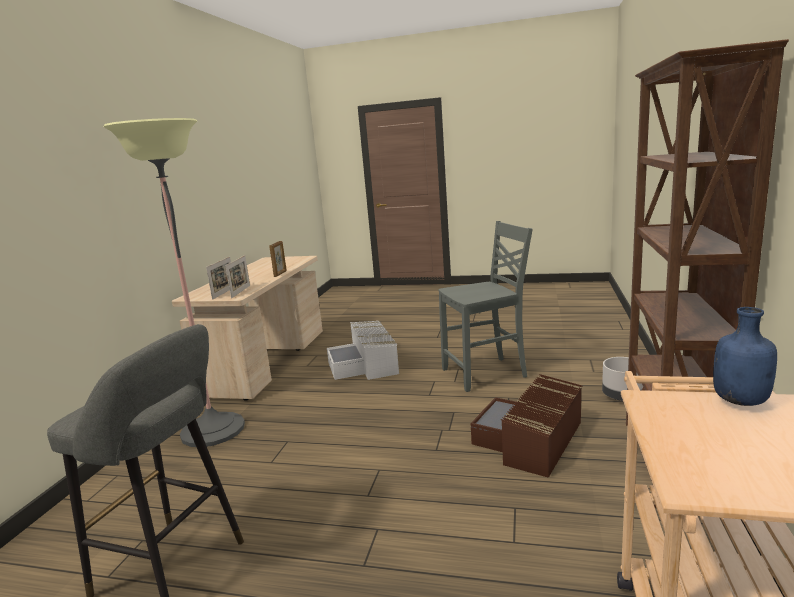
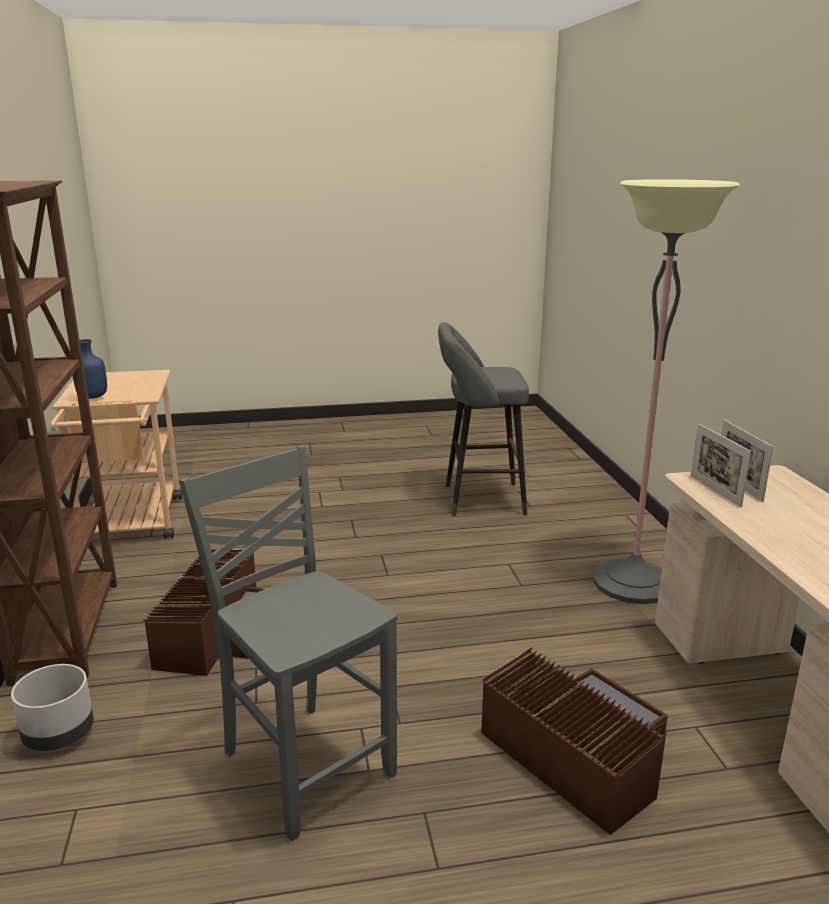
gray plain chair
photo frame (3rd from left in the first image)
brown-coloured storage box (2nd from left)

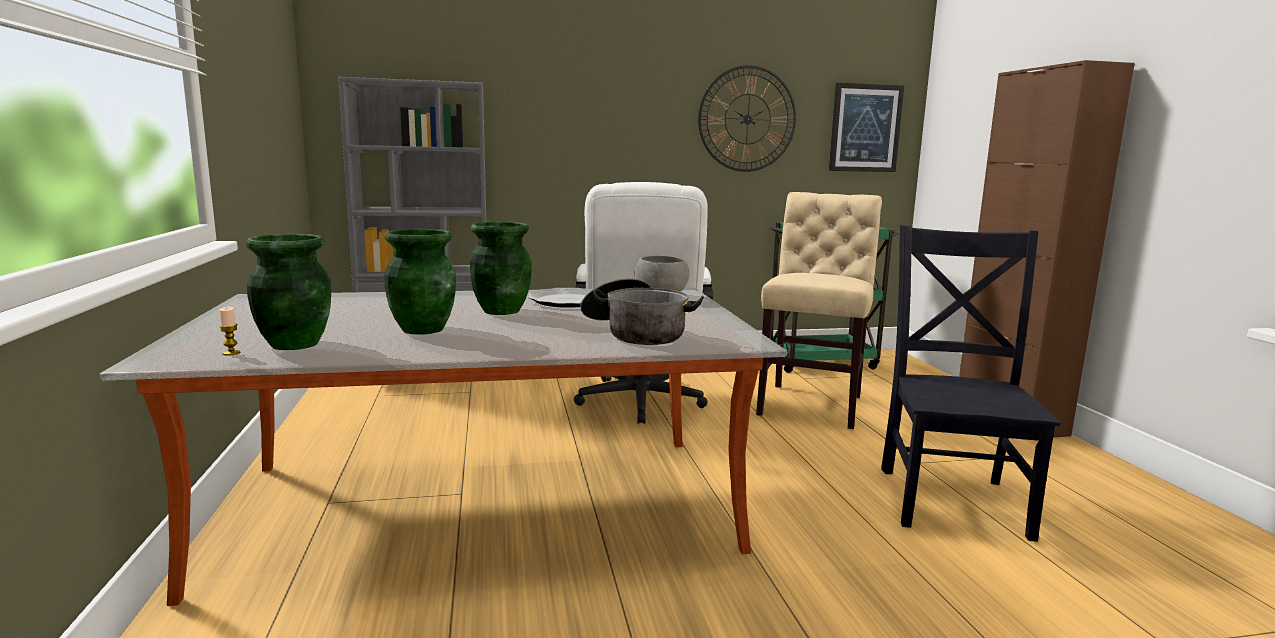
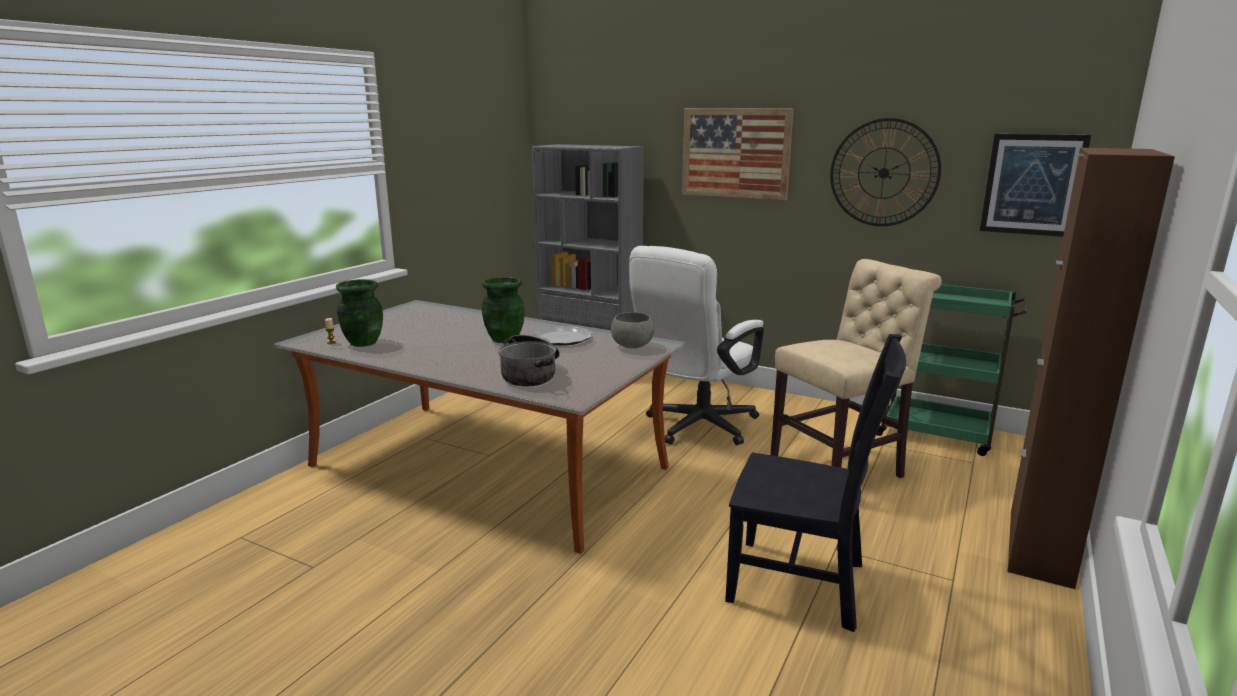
blackish plain chair
greenish vase (2nd from left in the first image)
picture (1st from left)

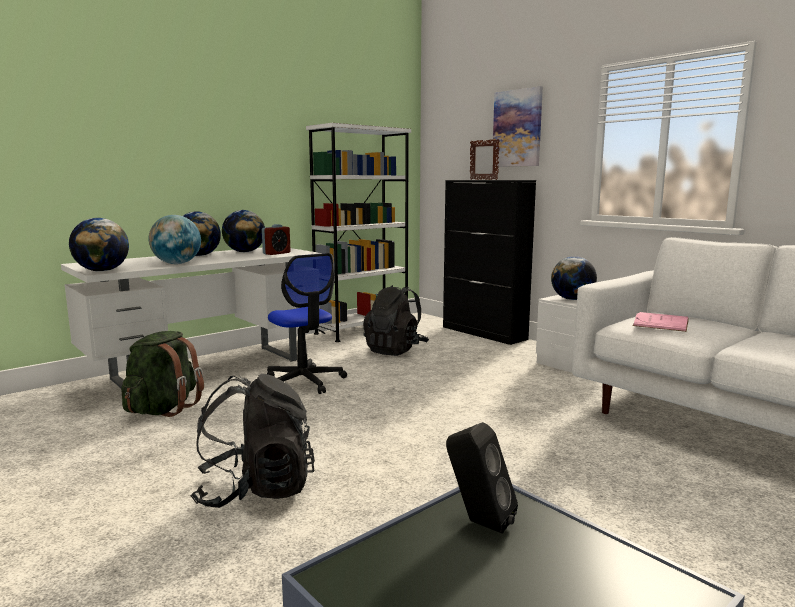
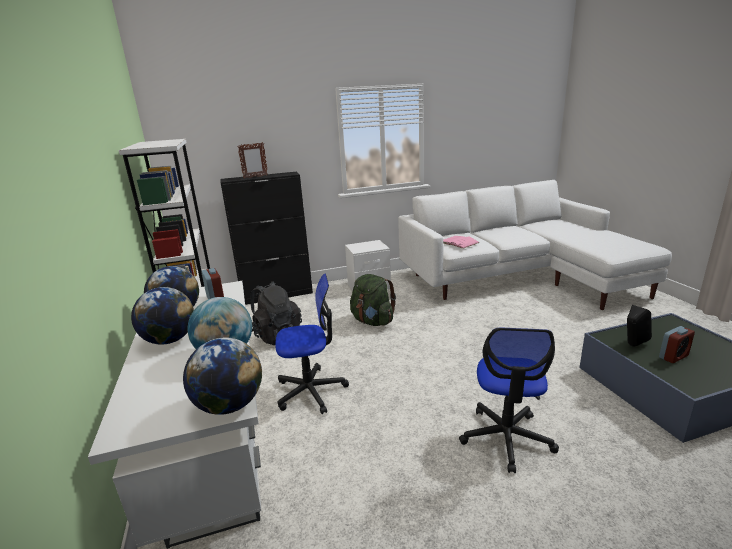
picture
world globe (5th from left in the first image)
greenish backpack
office chair (2nd from left)
bedside clock (2nd from left)

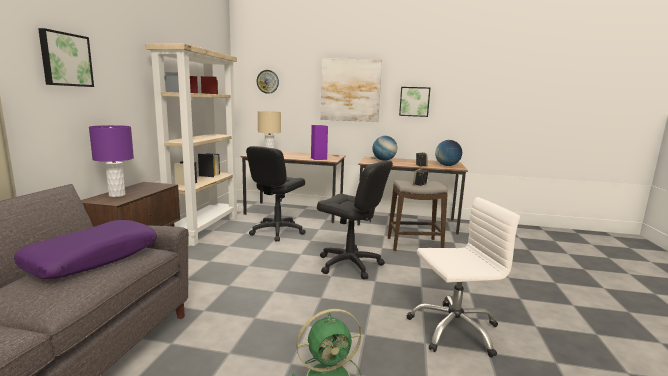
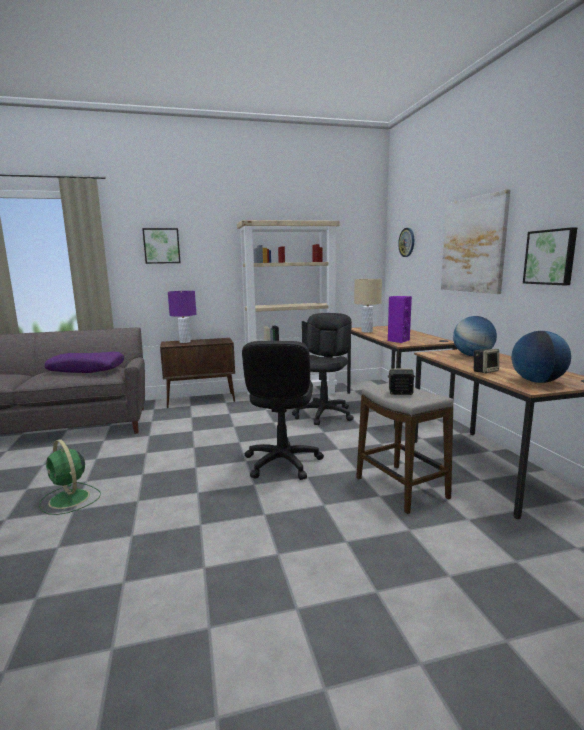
blackish office chair (2nd from left)
white-coloured office chair

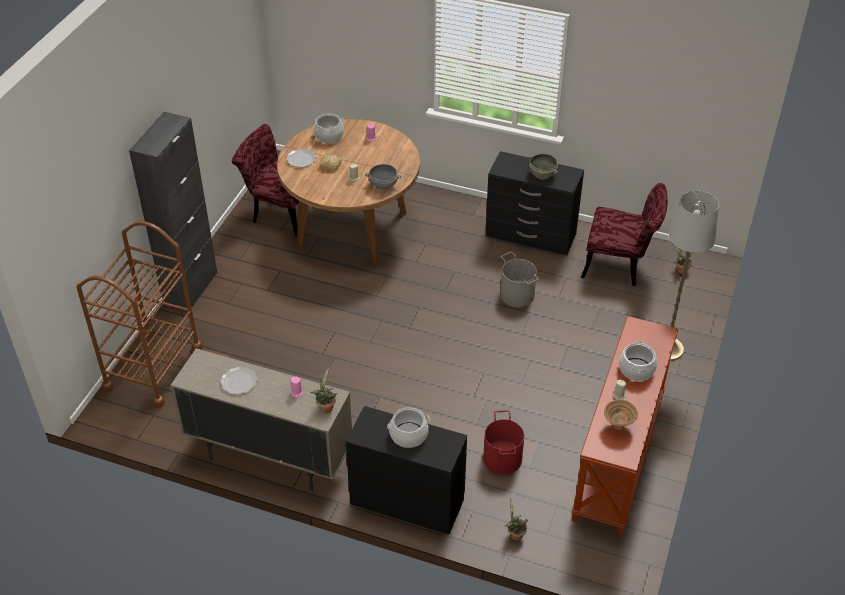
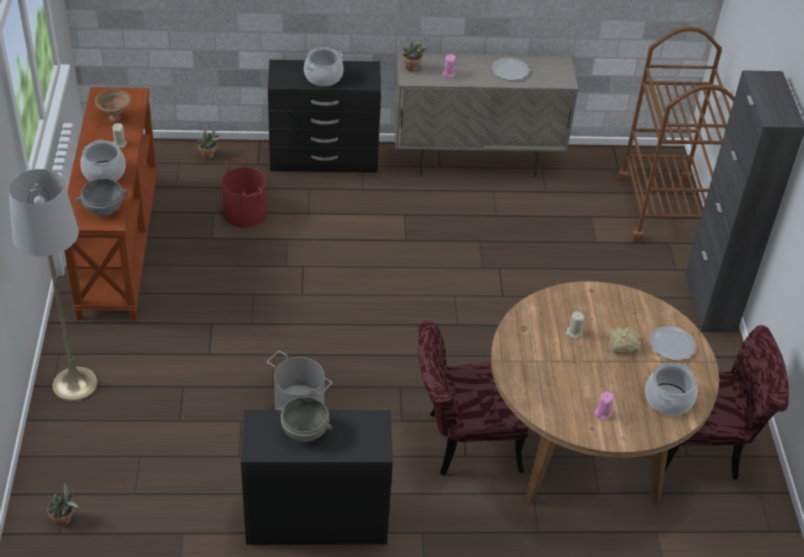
gray serving bowl (1st from left)
reddish plain chair (1st from left)

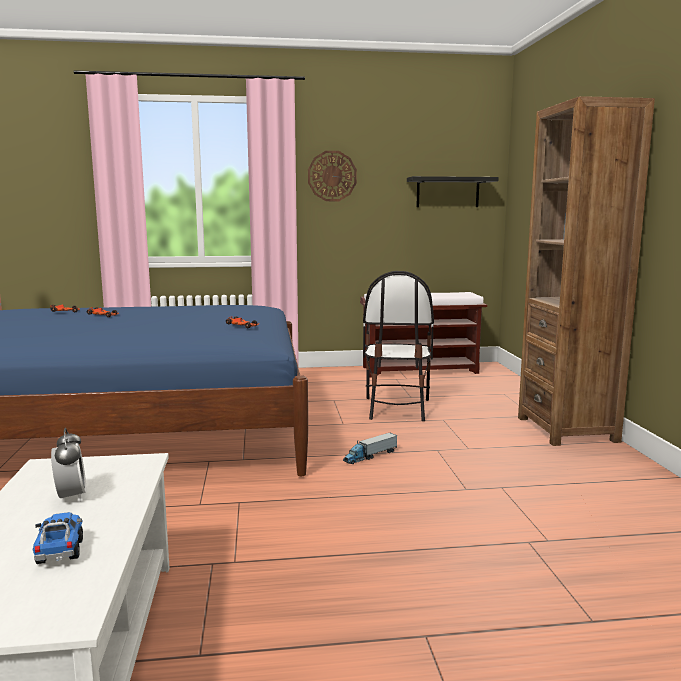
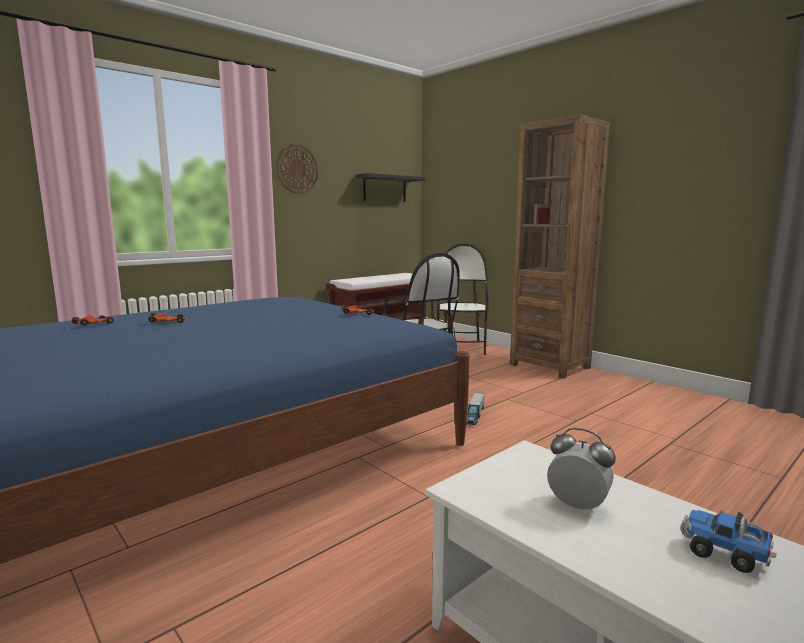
plain chair (2nd from left)

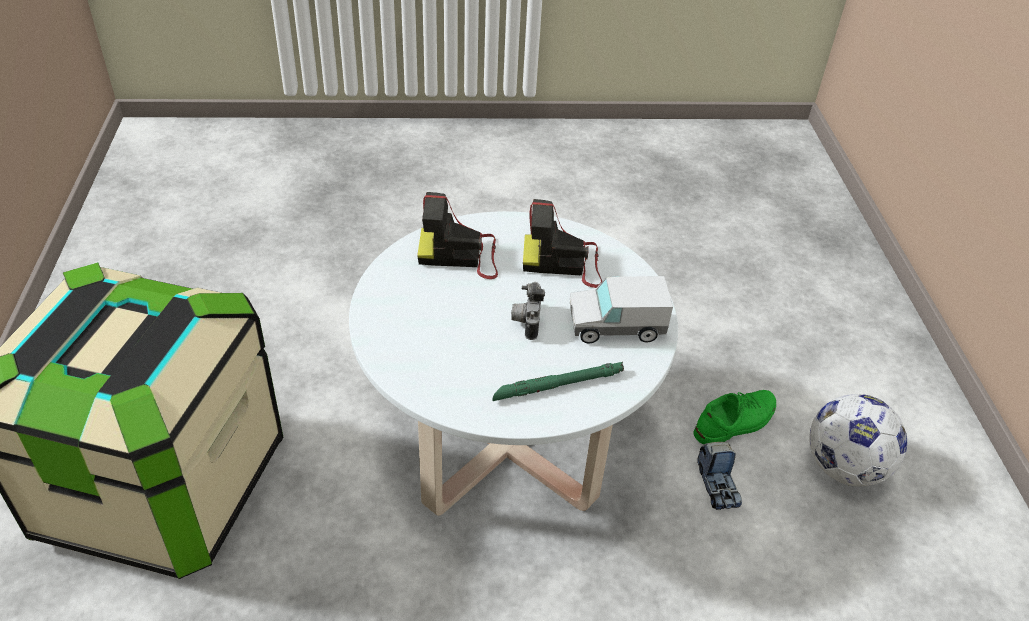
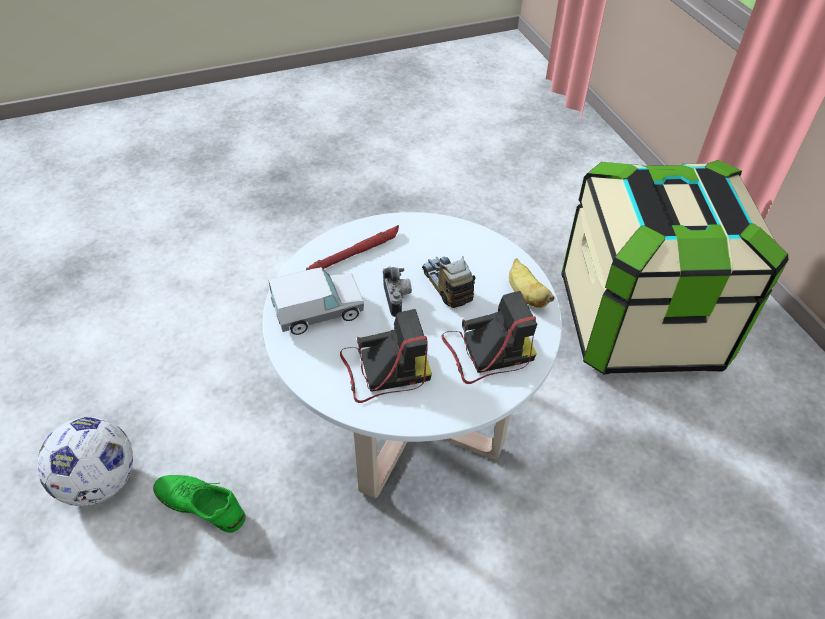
reddish hand torch
greenish shoe
toy truck (2nd from left)
banana

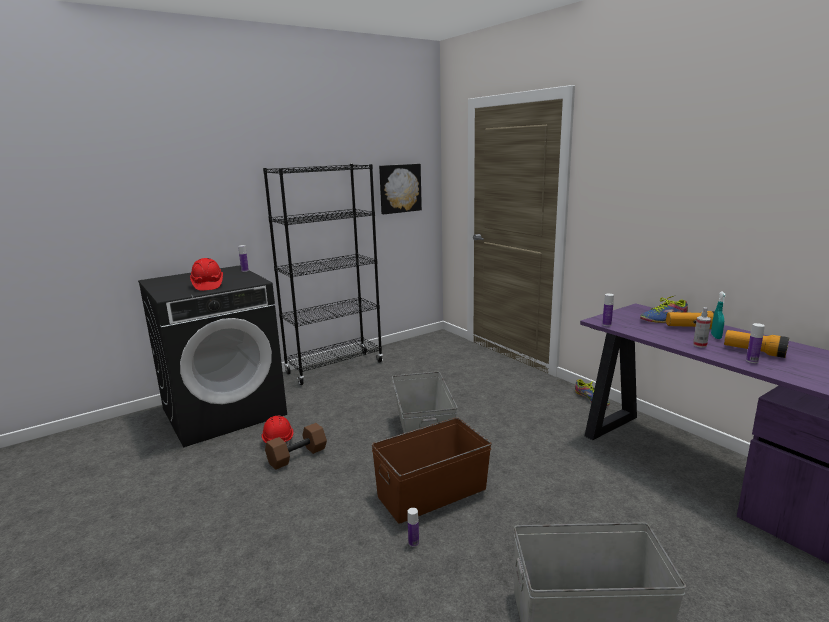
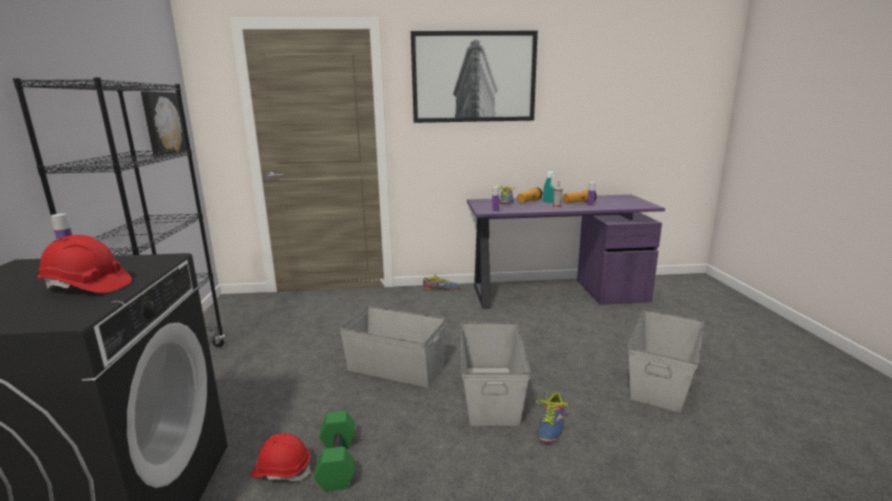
gray storage box (2nd from left)
greenish dumbbell
shoe (3rd from left)
picture (2nd from left)

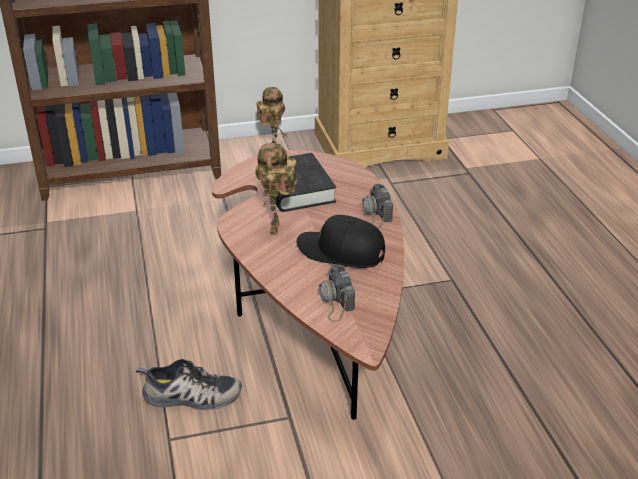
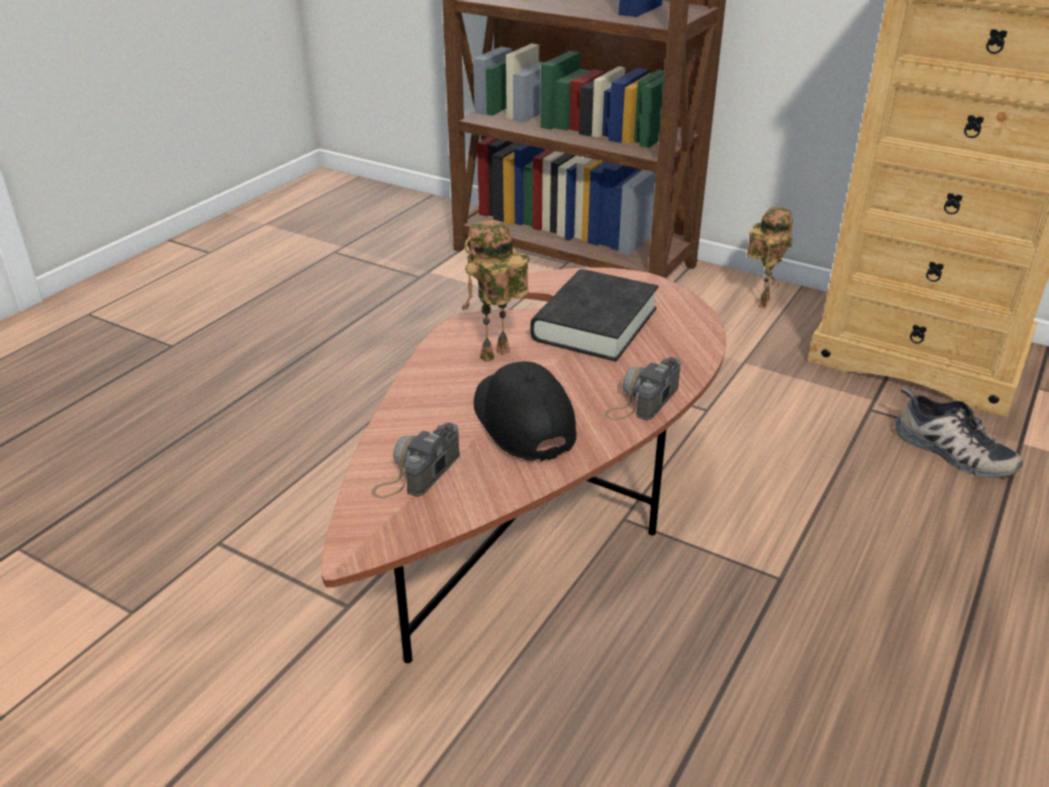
shoe

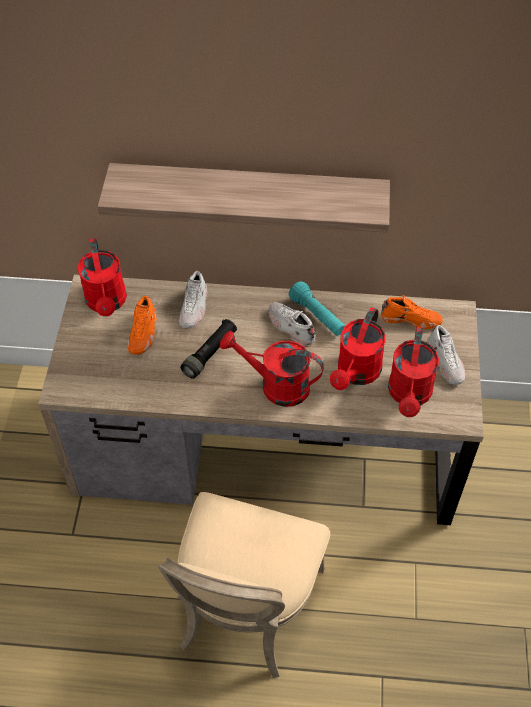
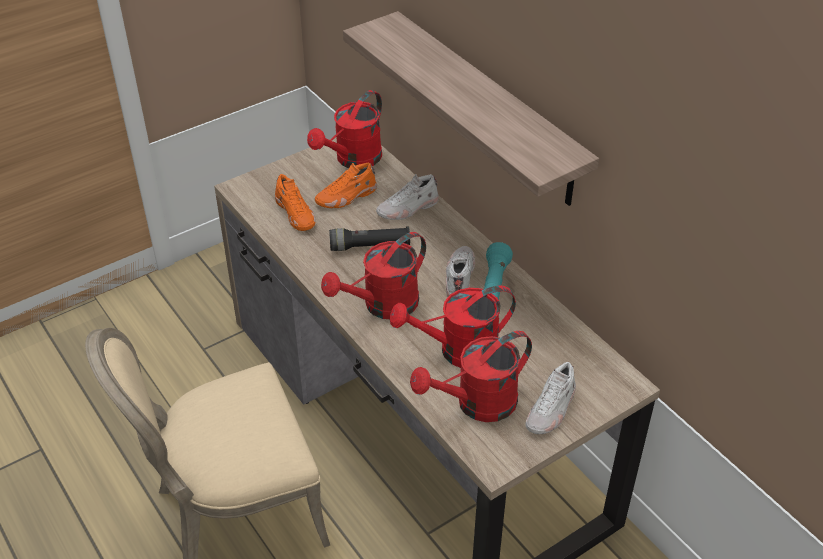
orange-coloured shoe (1st from left)
reddish sprinkling can (2nd from left)

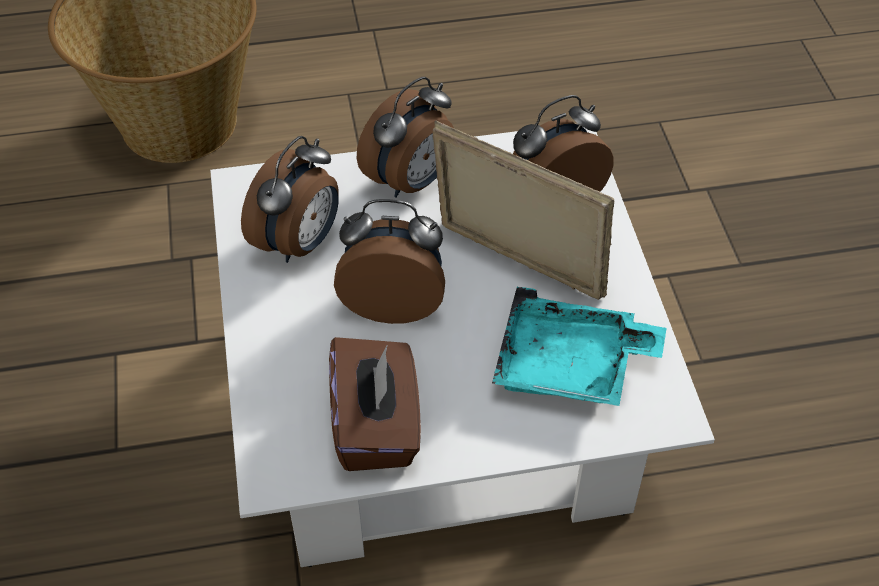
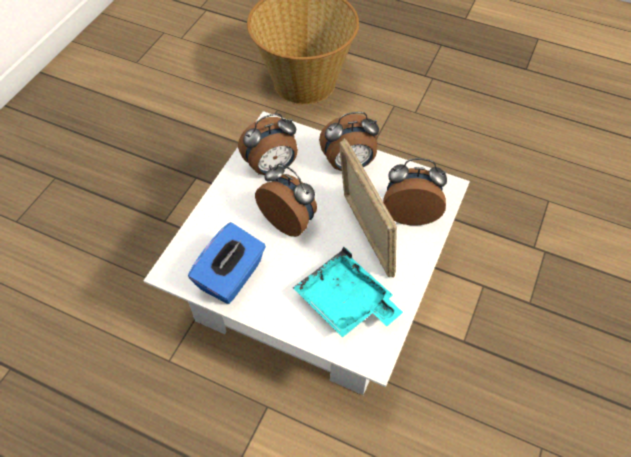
blue-coloured tissue holder

